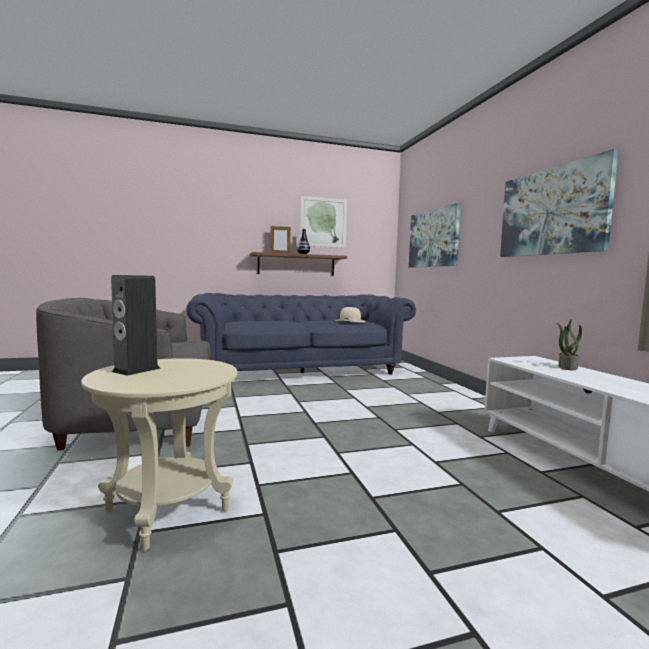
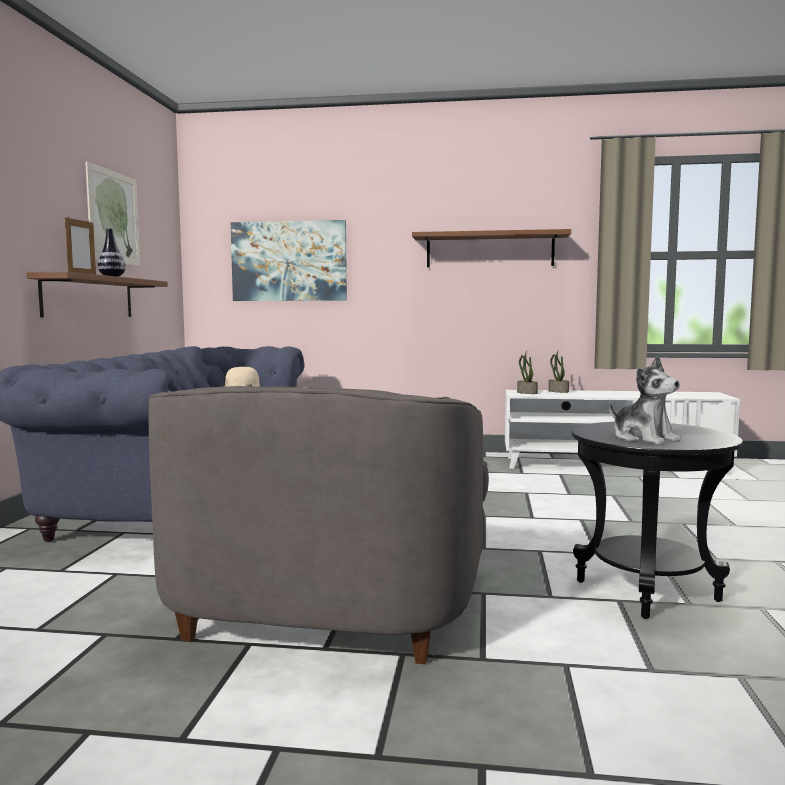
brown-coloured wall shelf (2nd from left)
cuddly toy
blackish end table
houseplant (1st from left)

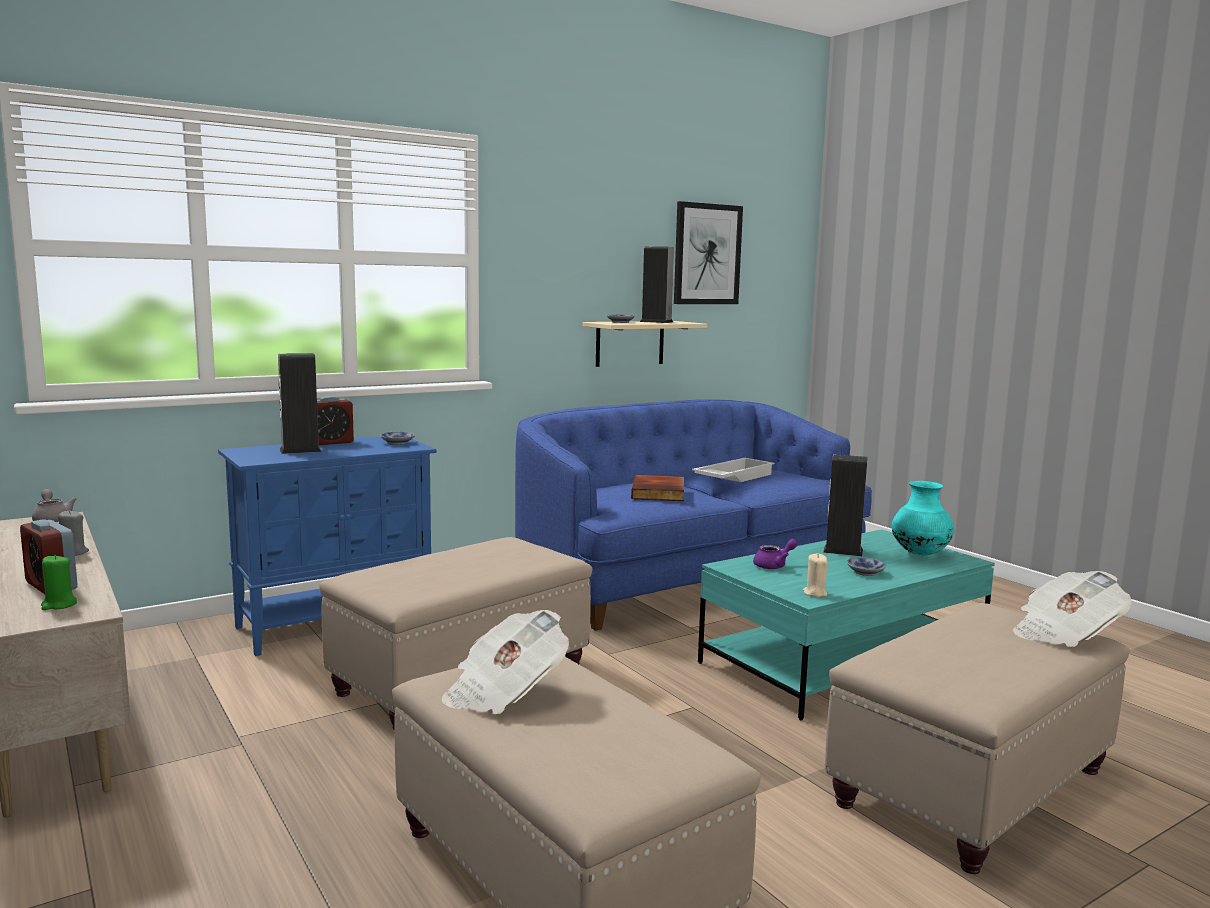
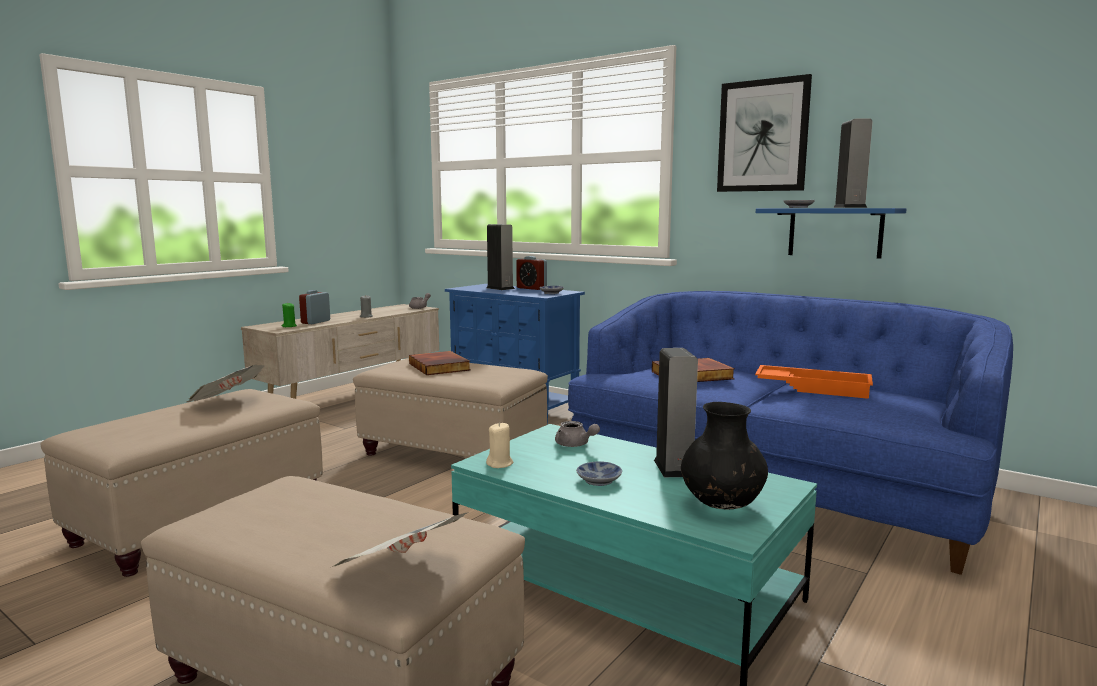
picture
blue-coloured wall shelf
orange-coloured serving tray
blackish vase
gray teapot (2nd from left)
bound book (1st from left)

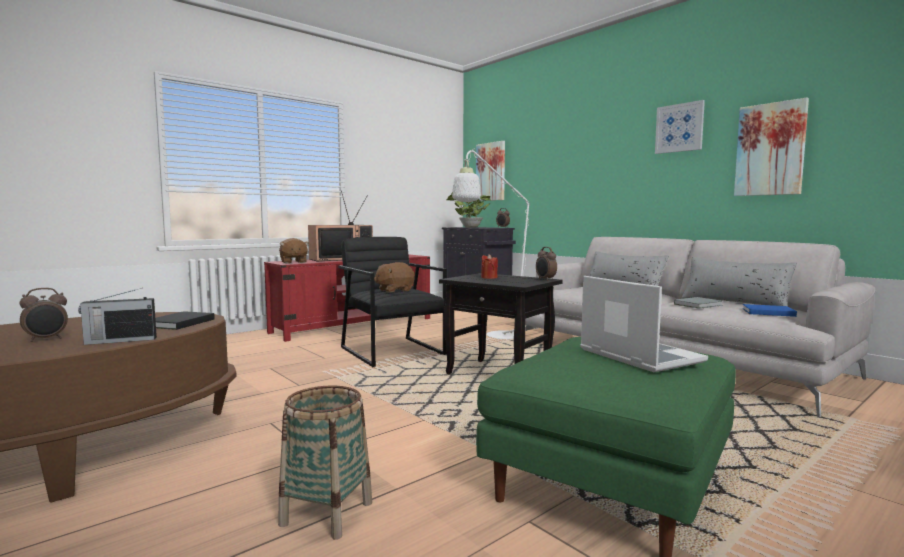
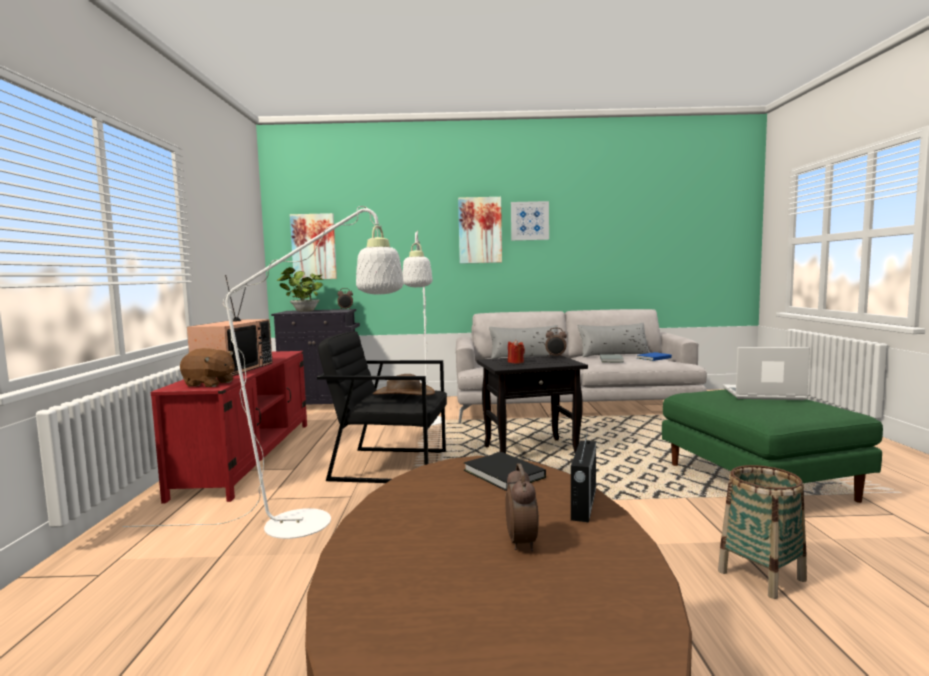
picture (2nd from left)
brown-coloured clothing hat
white-coloured standard lamp (1st from left)

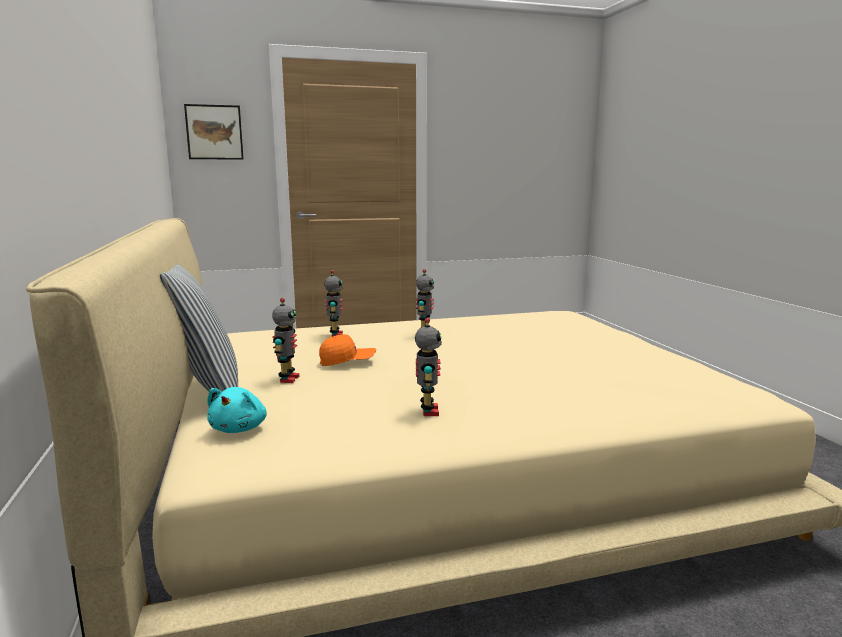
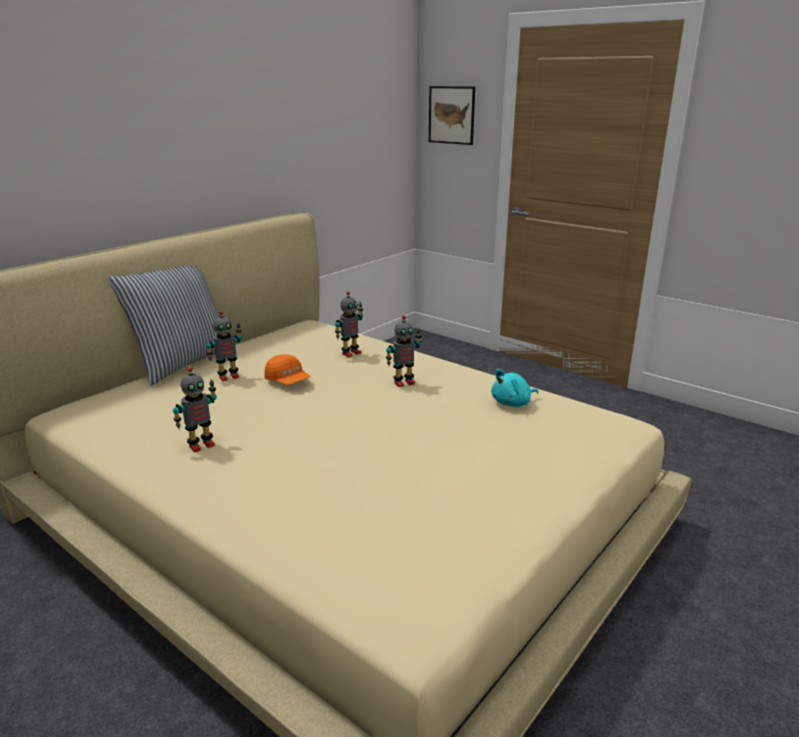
turquoise cuddly toy

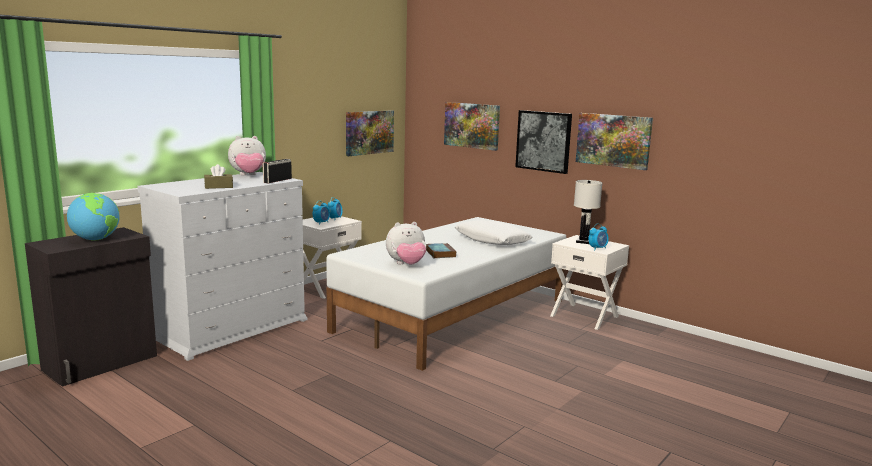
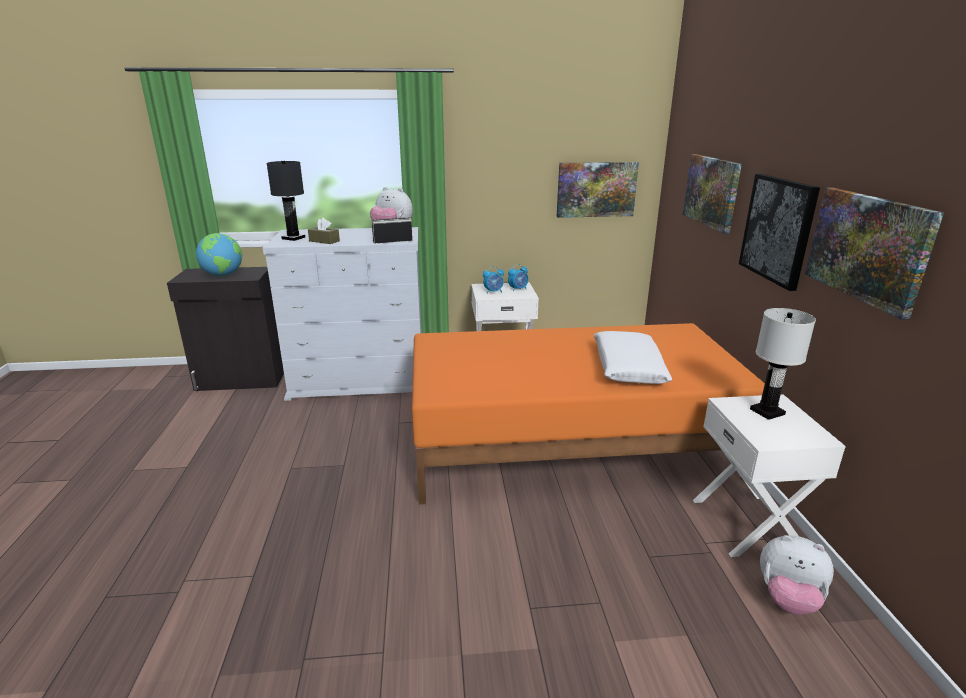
orange-coloured bed
cuddly toy (2nd from left)
bedside clock (3rd from left in the first image)
bound book
blackish lamp for a table

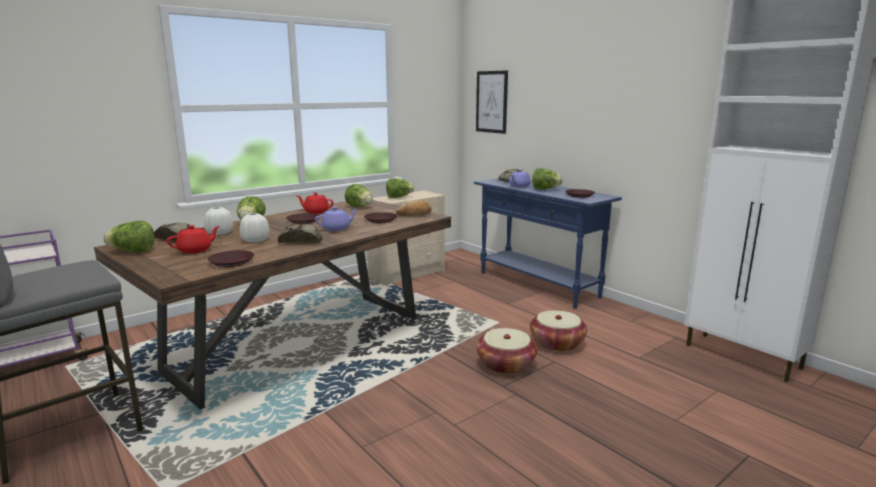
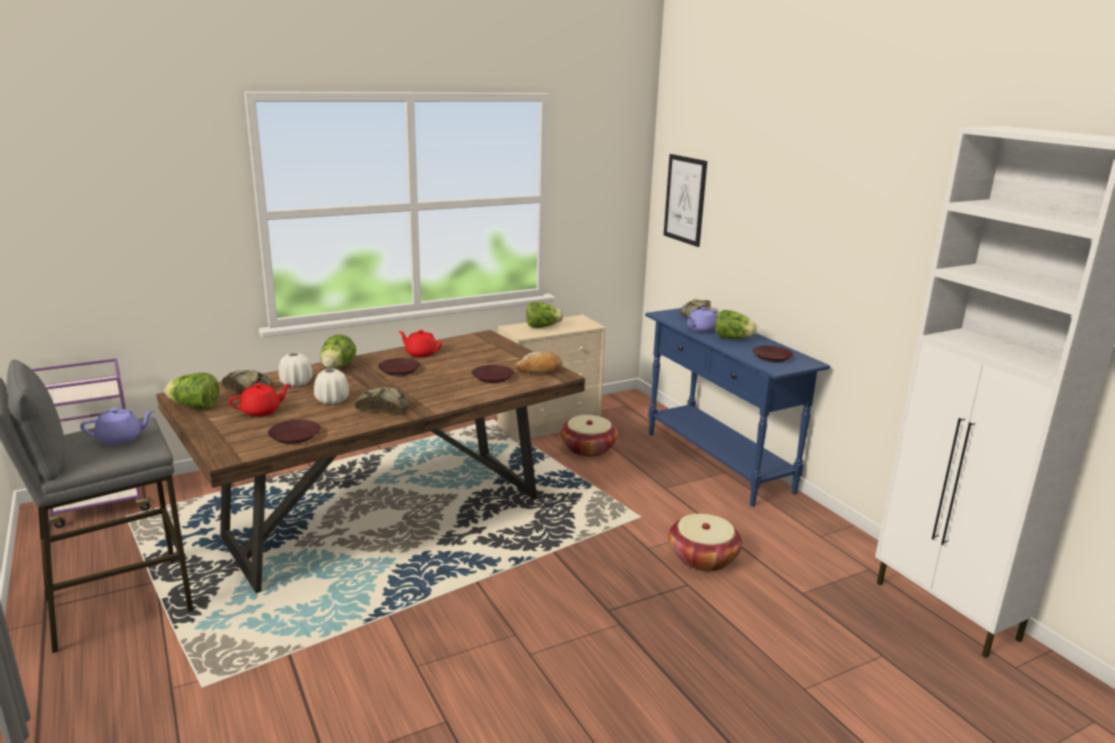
lettuce head (3rd from left in the first image)
purplish teapot (1st from left)
basket (1st from left)

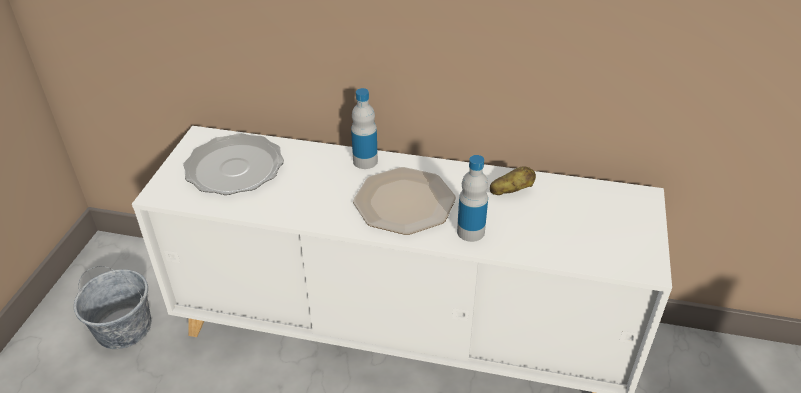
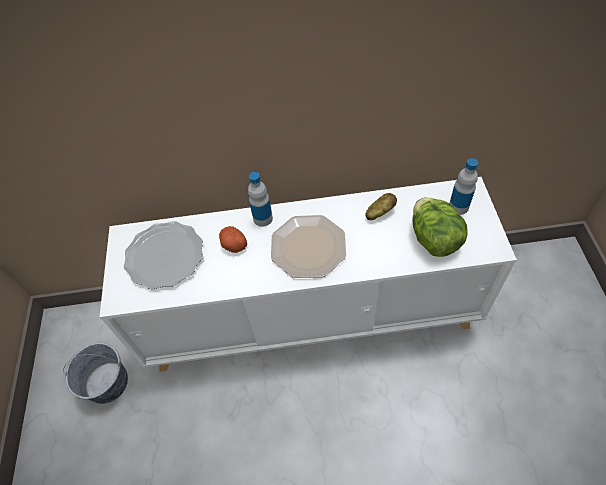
bottle (2nd from left)
lettuce head
potato (1st from left)

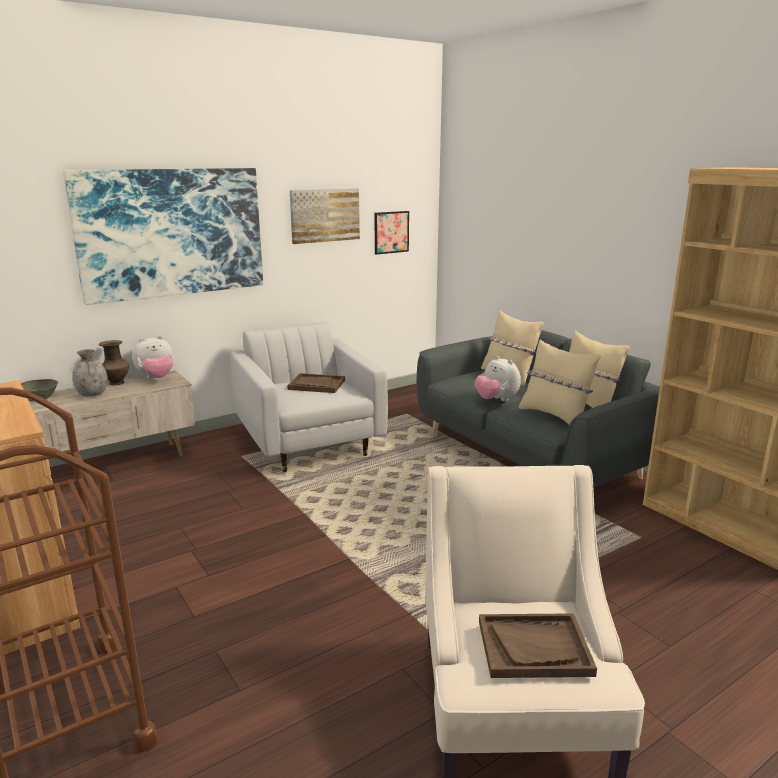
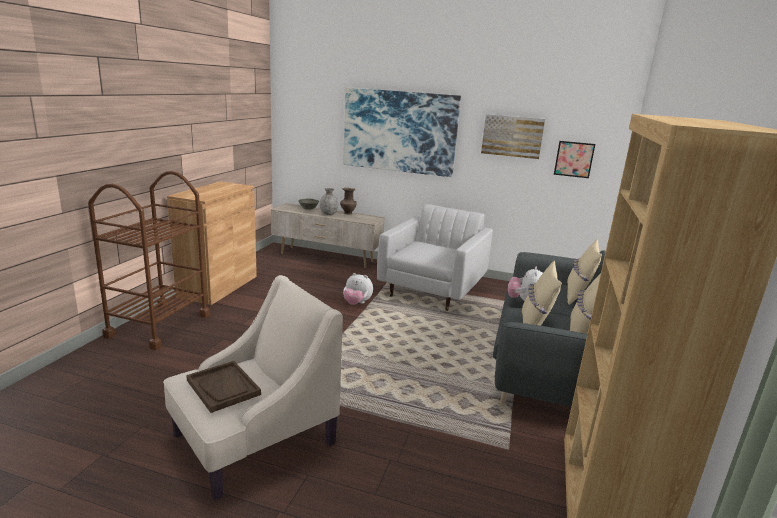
cuddly toy (1st from left)
brown-coloured serving tray (1st from left in the first image)

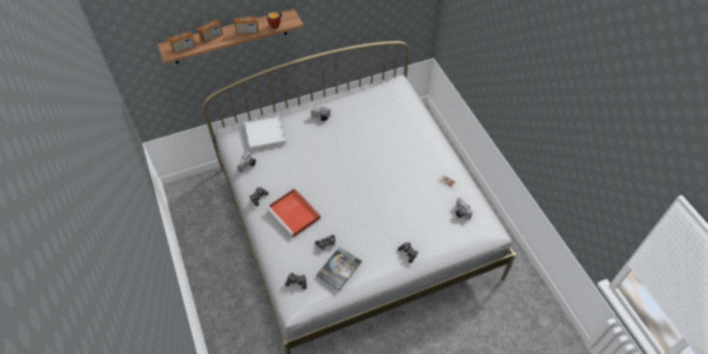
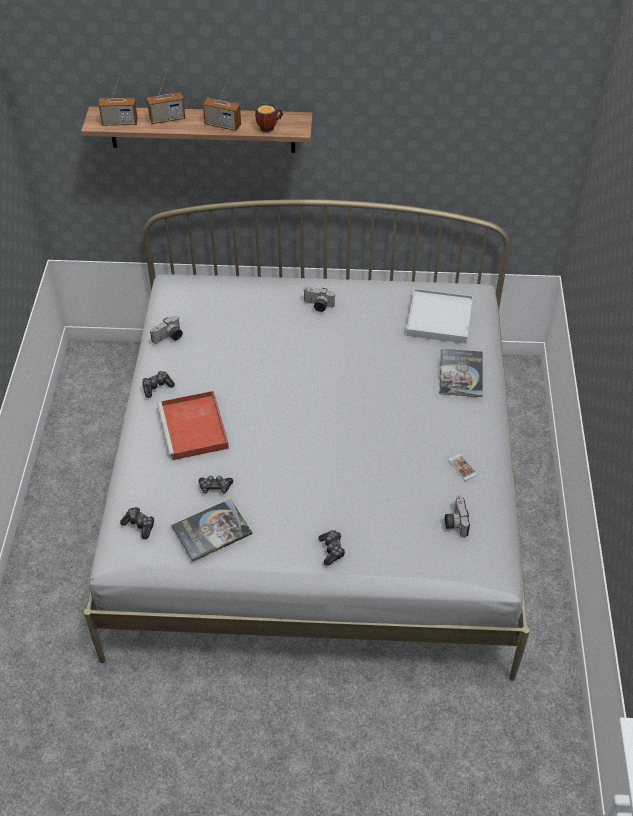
white-coloured serving tray
bound book (2nd from left)

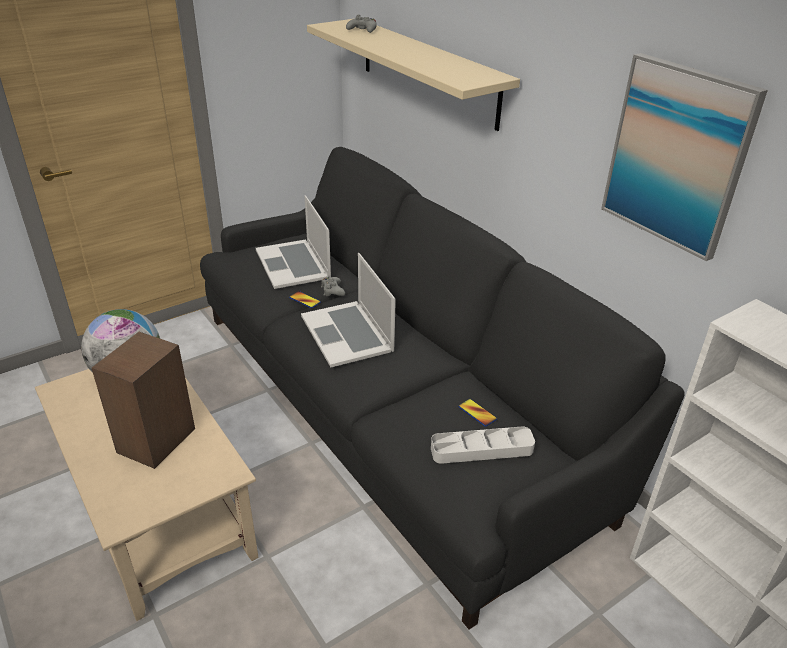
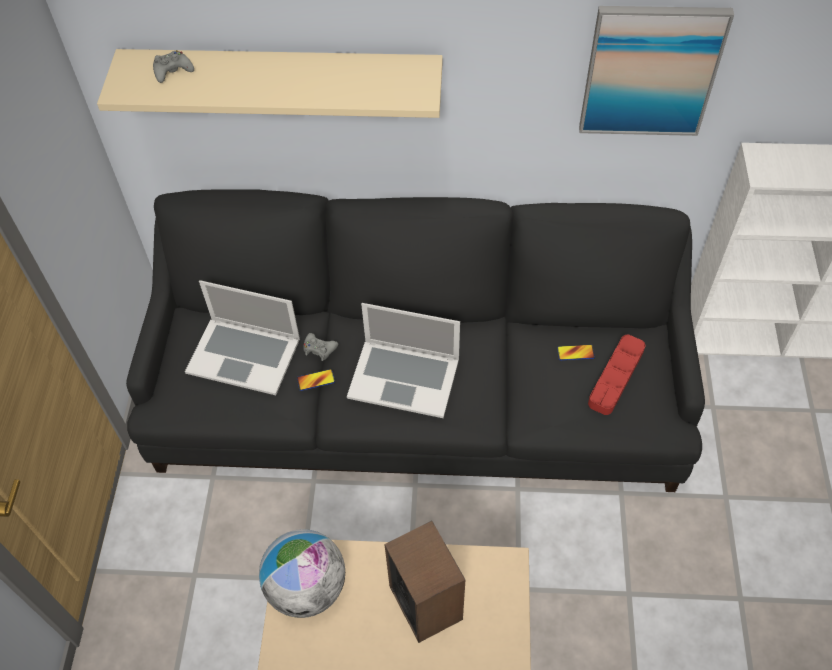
reddish serving tray

